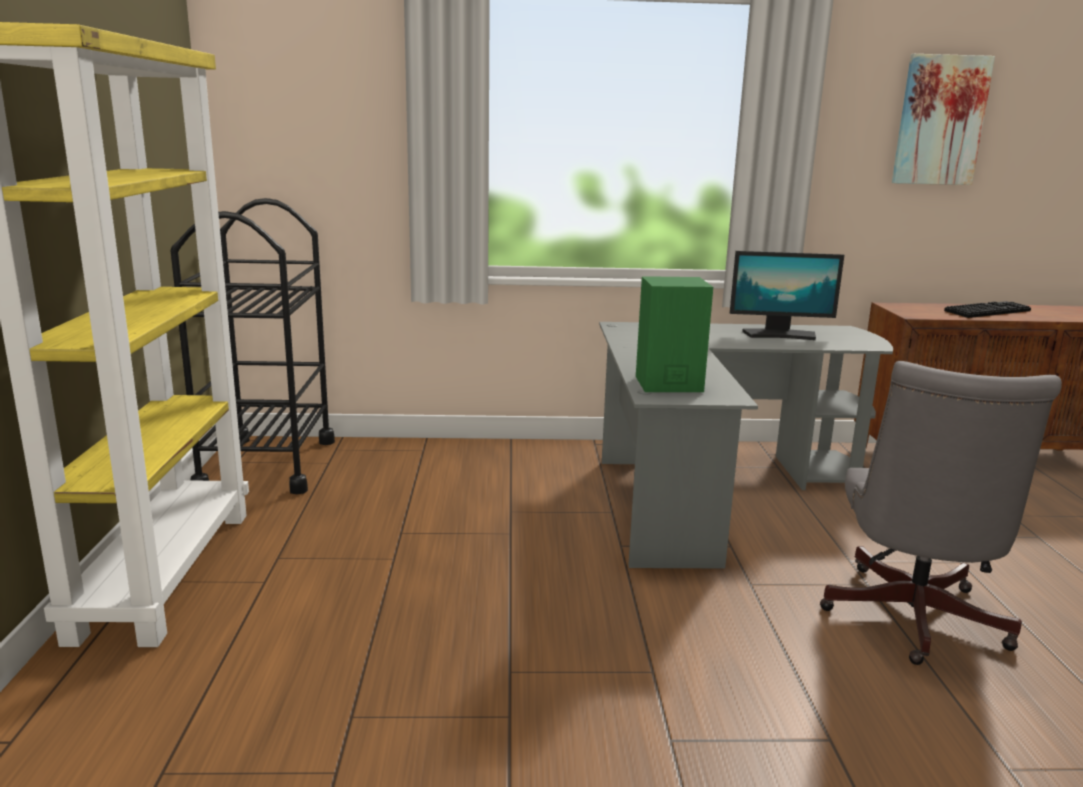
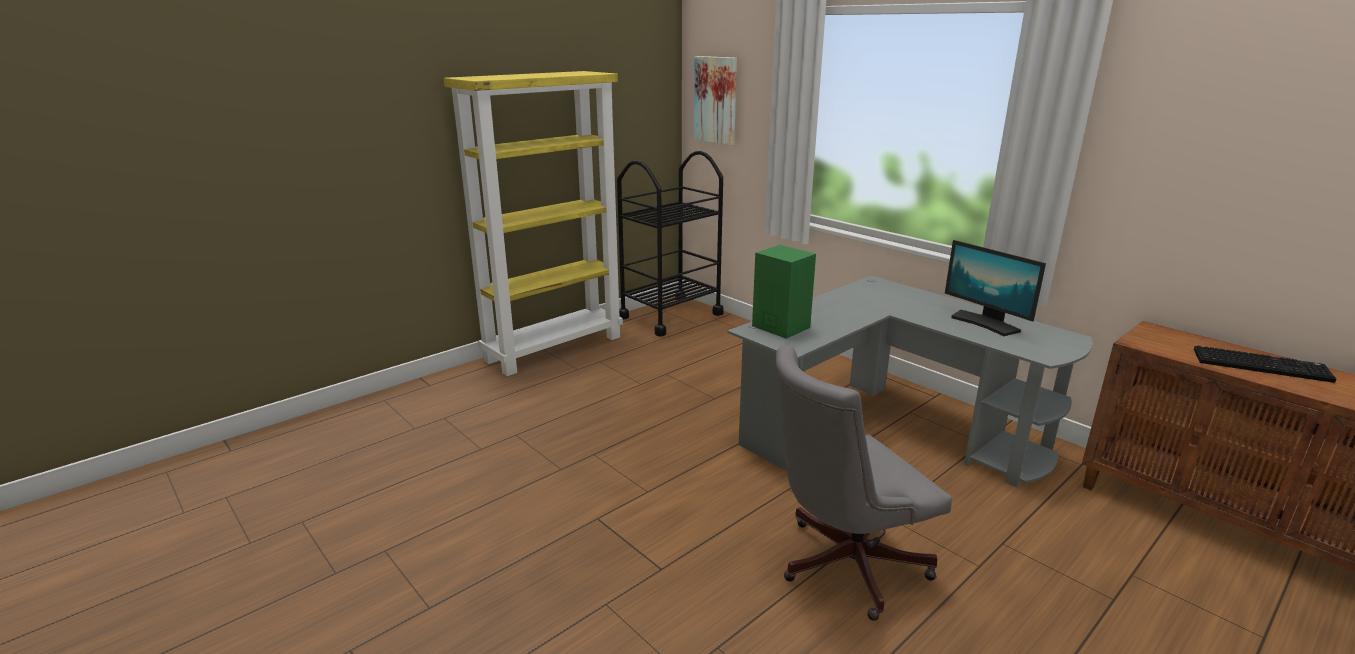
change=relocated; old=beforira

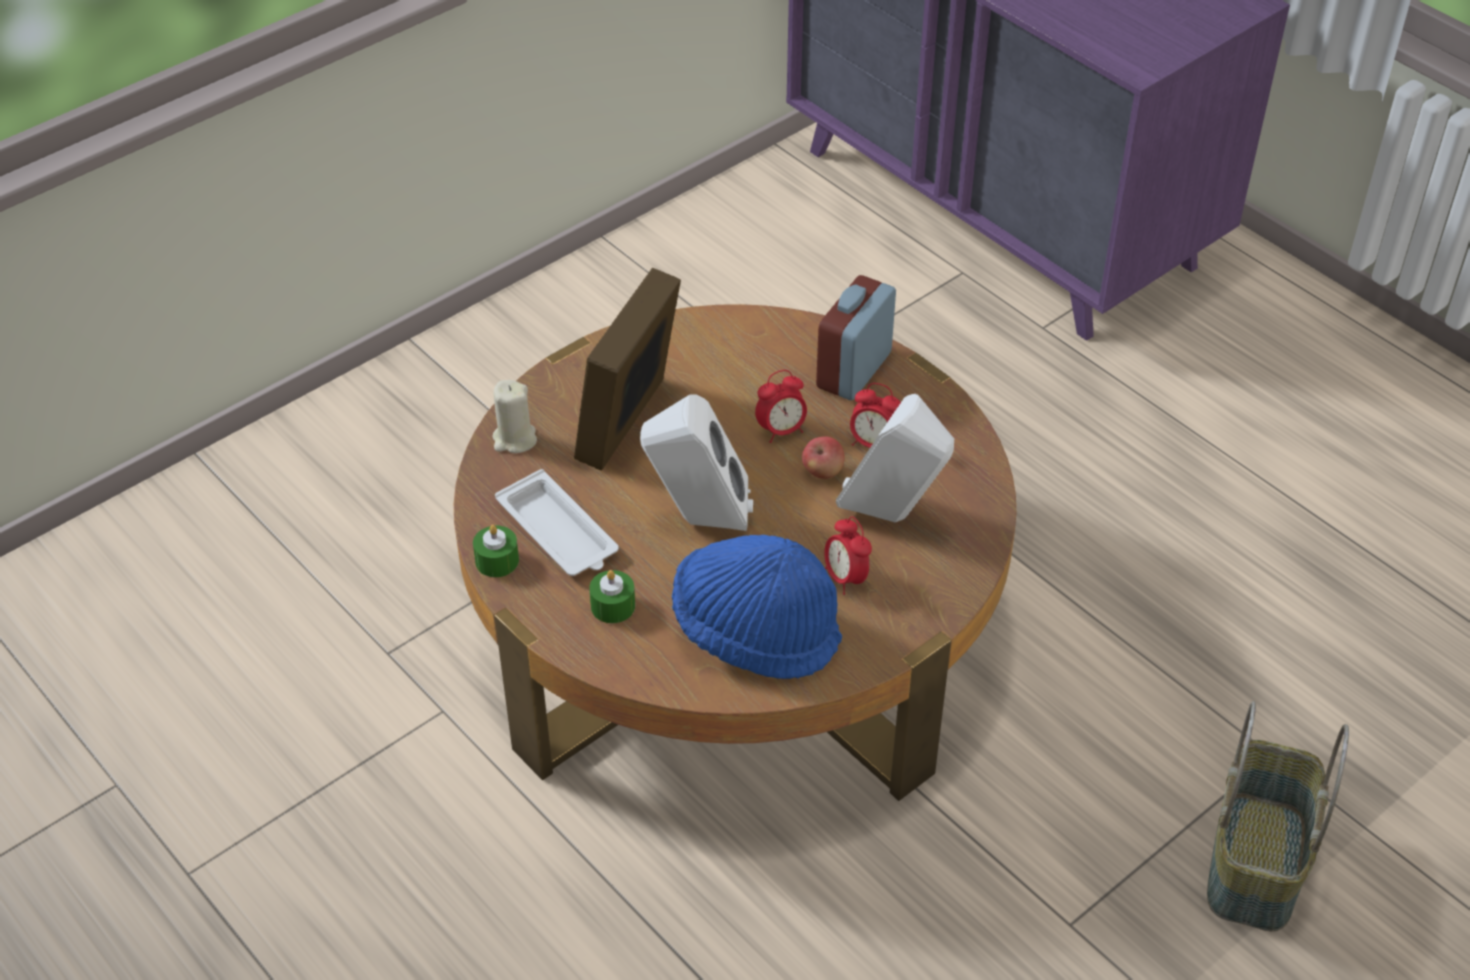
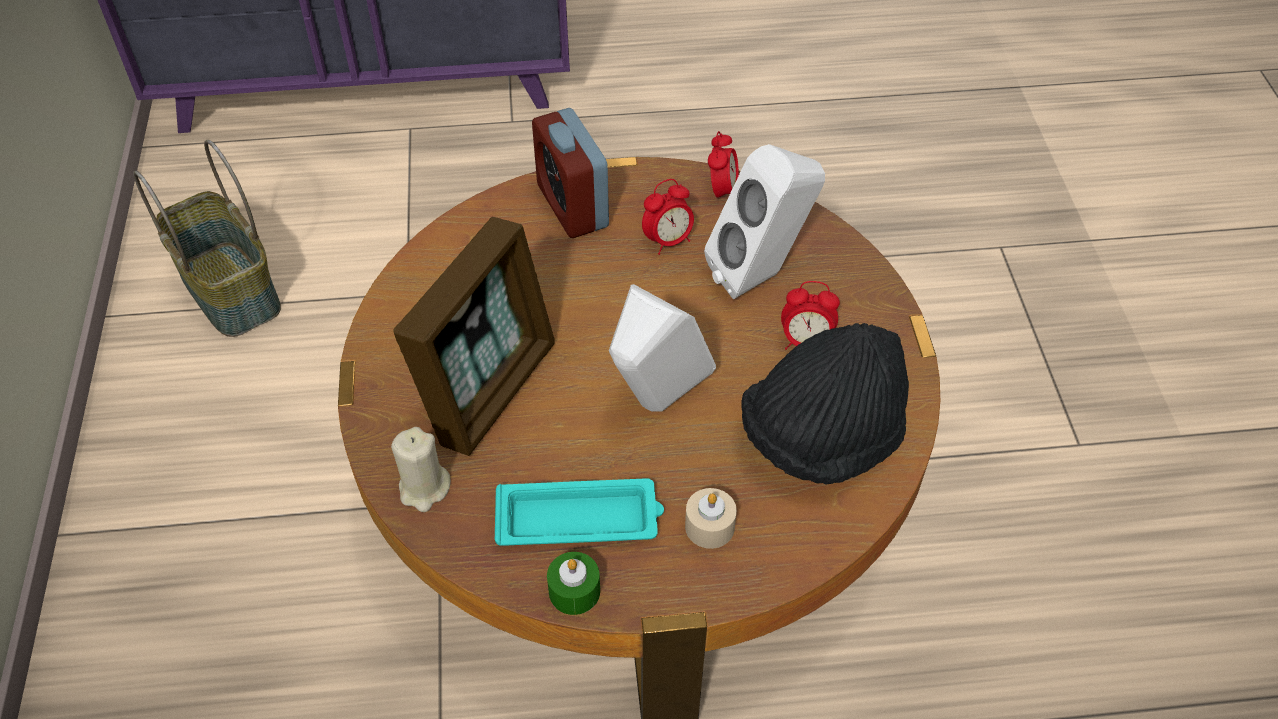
change=spun; old=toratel; degrees=-120
change=relocated; old=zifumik (no. 1 from left in the first image); new=zifumik (no. 3 from left)
change=missing; old=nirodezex
change=colour; old=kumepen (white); new=kumepen (turquoise)
change=colour; old=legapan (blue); new=legapan (black)
change=colour; old=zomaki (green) (no. 2 from left); new=zomaki (beige) (no. 2 from left)
change=relocated; old=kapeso

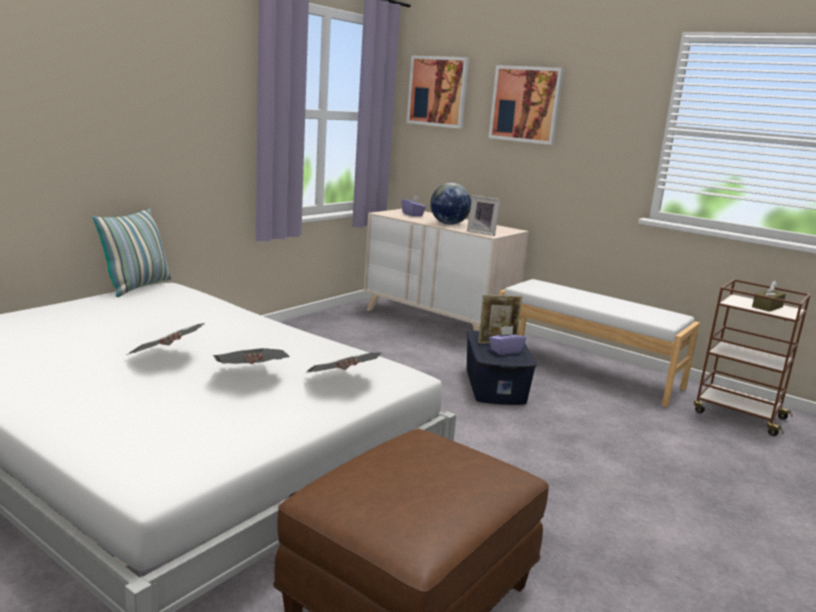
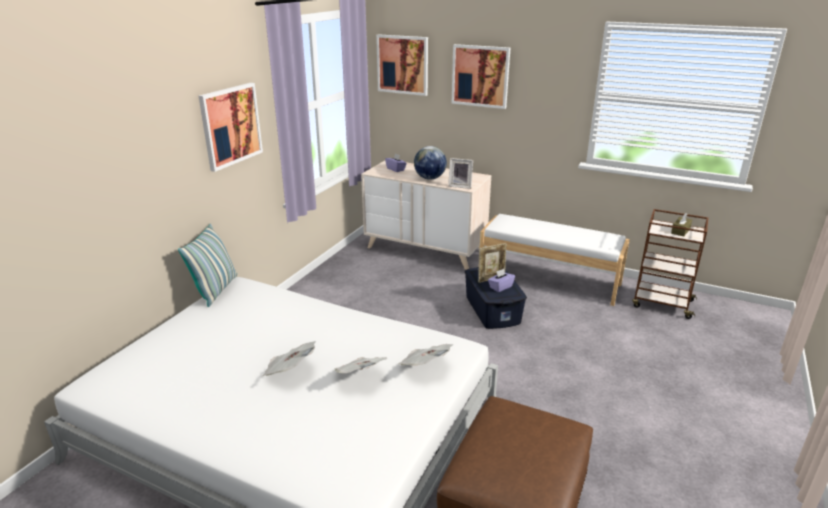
change=appeared; new=beforira (no. 1 from left)

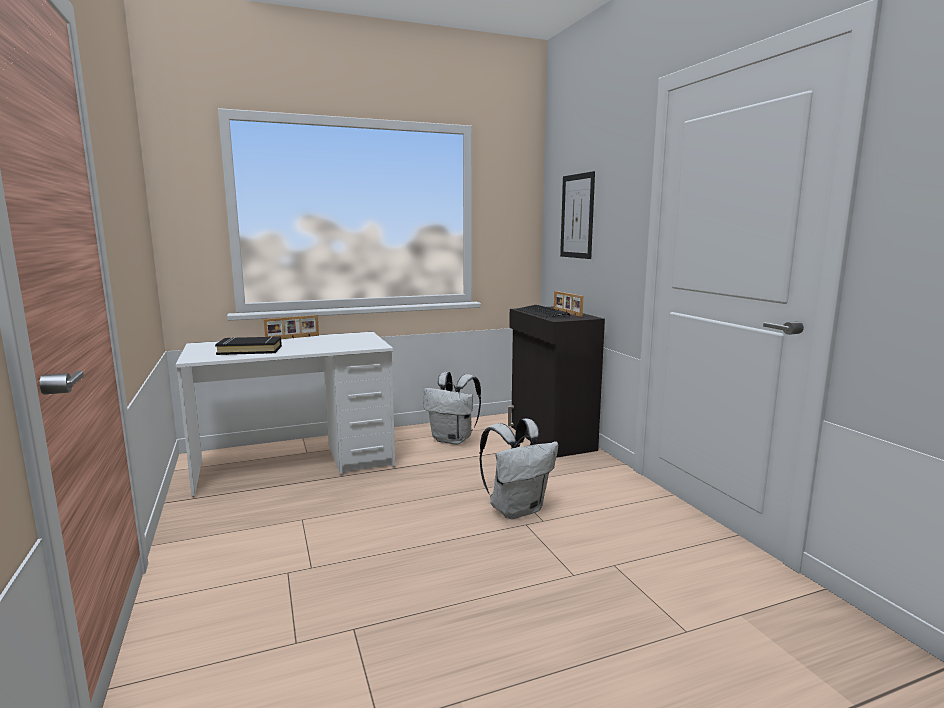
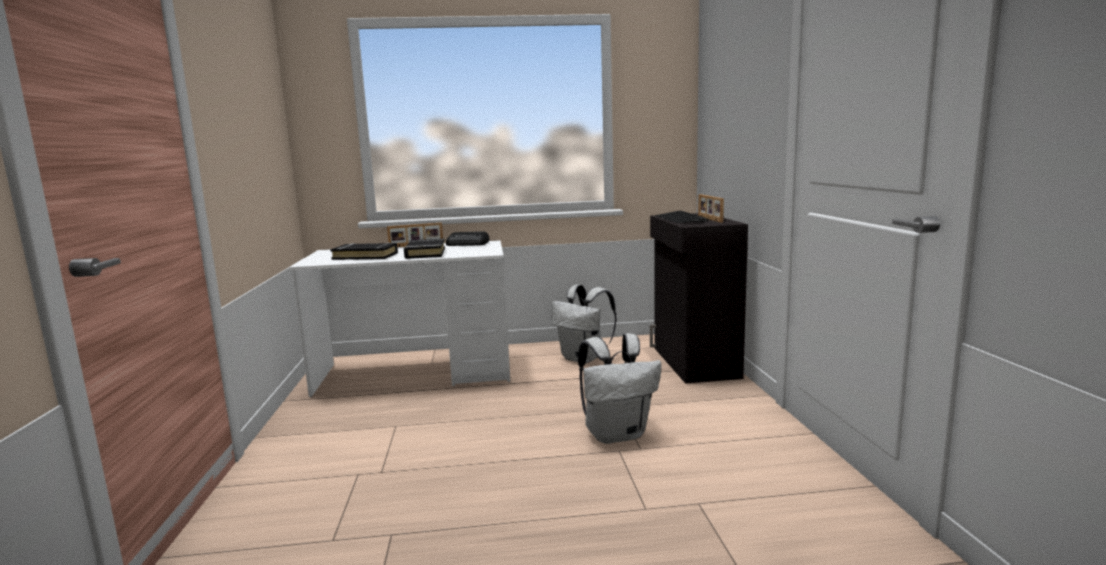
change=missing; old=beforira
change=appeared; new=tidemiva
change=appeared; new=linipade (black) (no. 2 from left)

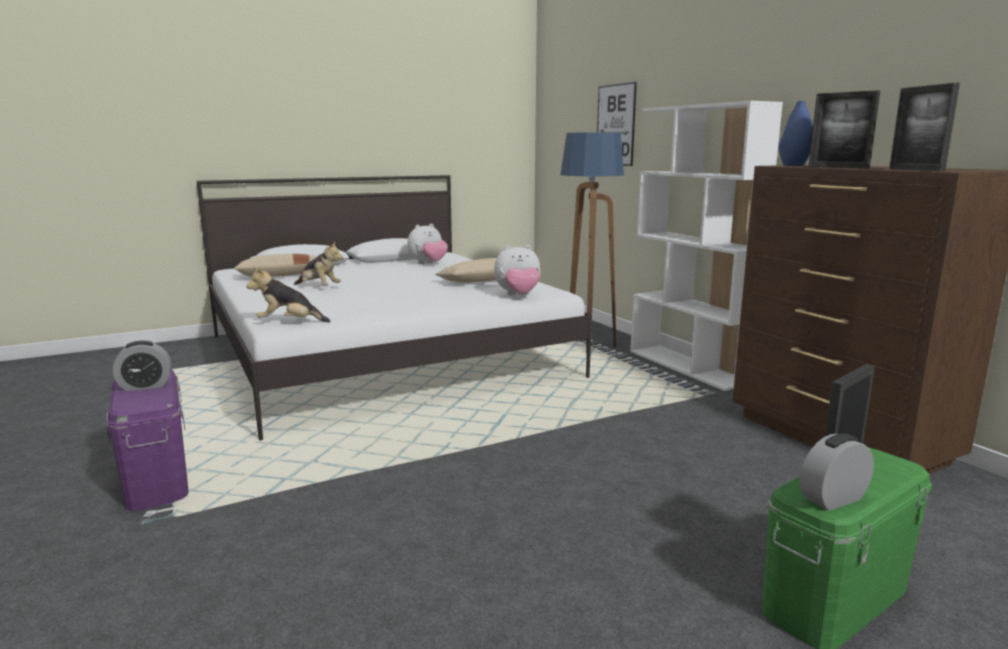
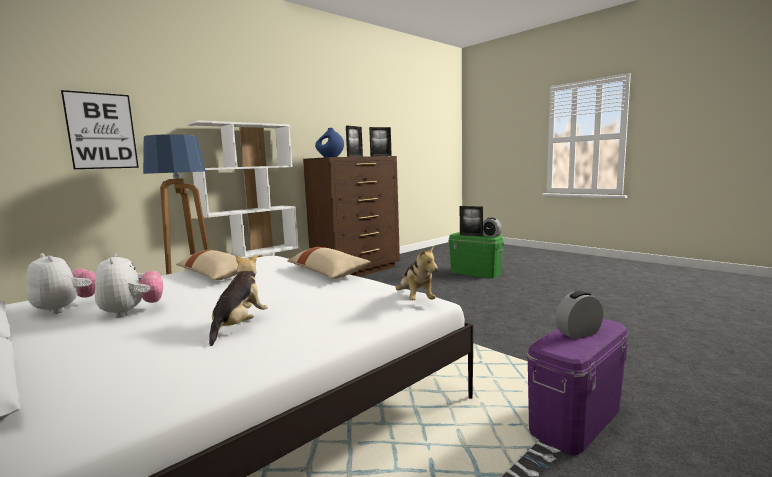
change=relocated; old=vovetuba (no. 4 from left in the first image); new=vovetuba (no. 2 from left)
change=relocated; old=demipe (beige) (no. 1 from left in the first image); new=demipe (beige) (no. 2 from left)
change=spun; old=zifumik (no. 1 from left in the first image); degrees=-75

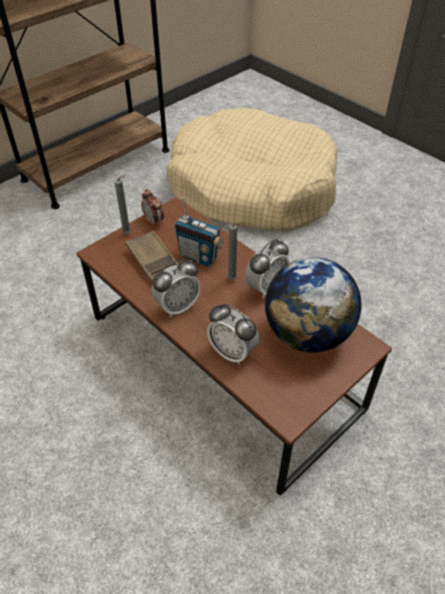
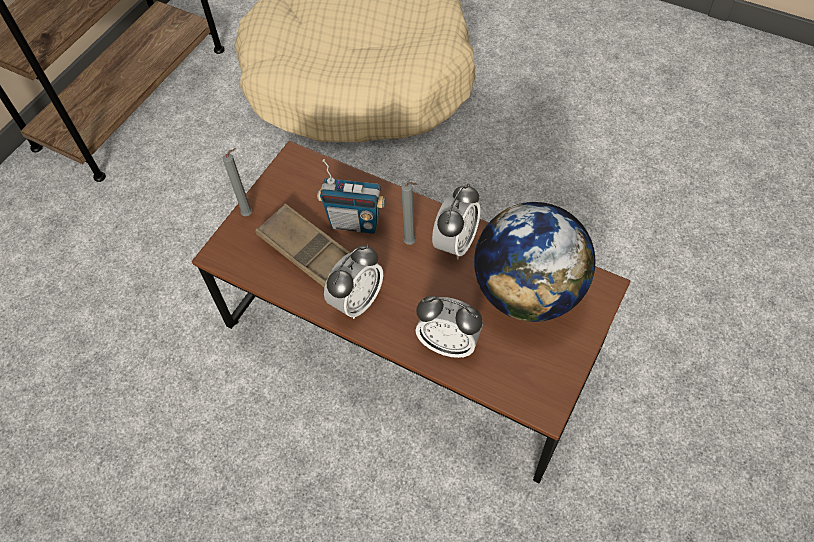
change=missing; old=zifumik (no. 1 from left)

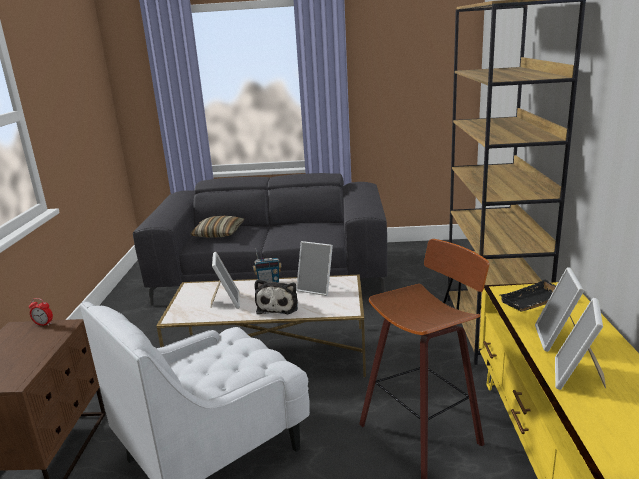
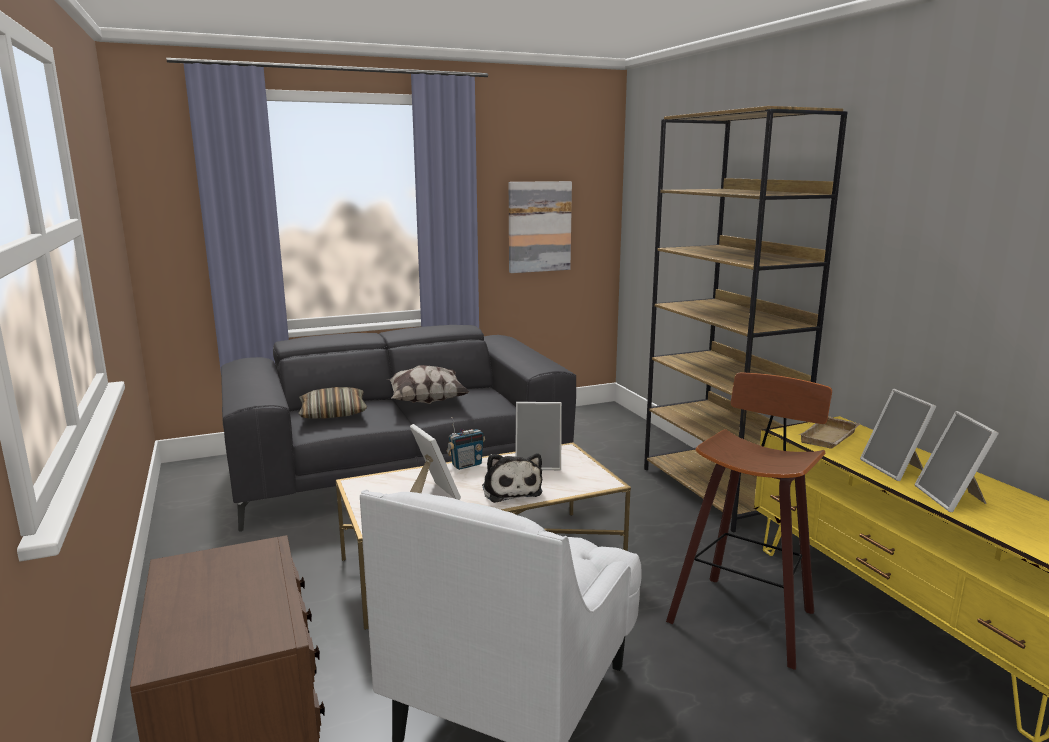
change=colour; old=kumepen (black); new=kumepen (beige)
change=missing; old=zifumik
change=appeared; new=beforira
change=appeared; new=demipe (no. 2 from left)

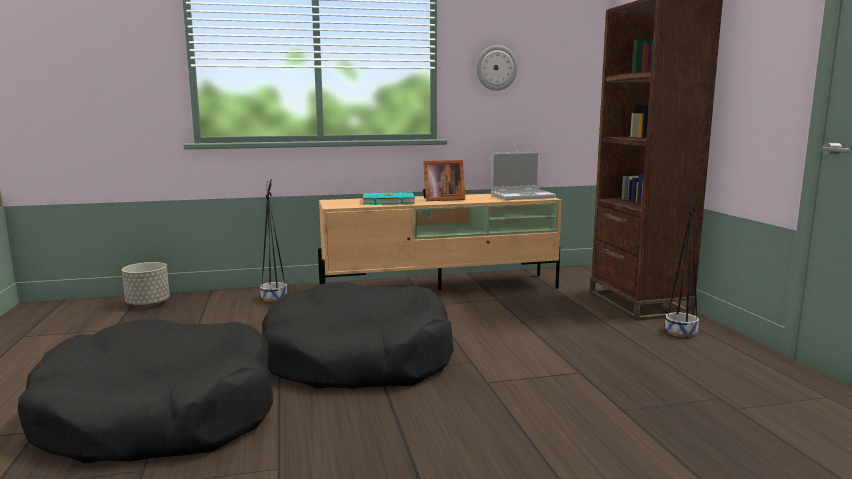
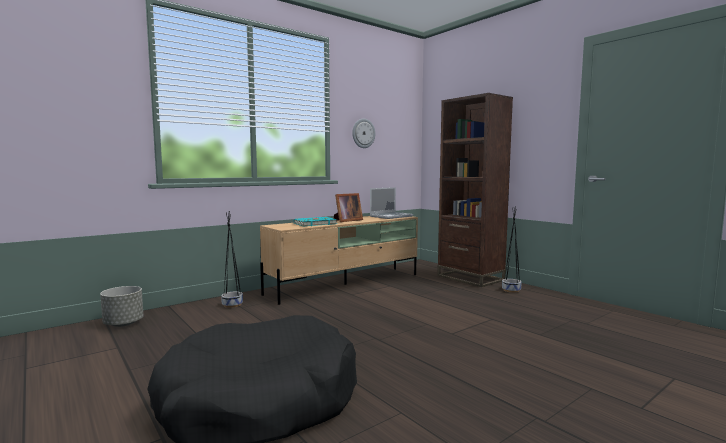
change=missing; old=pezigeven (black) (no. 2 from left)

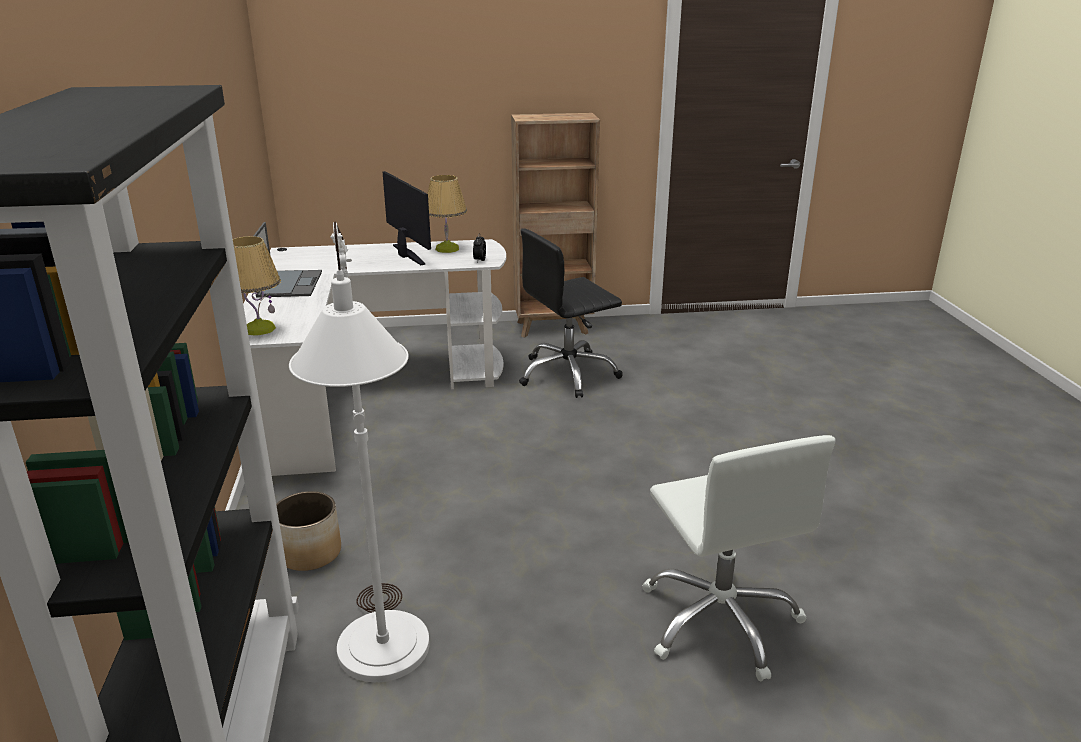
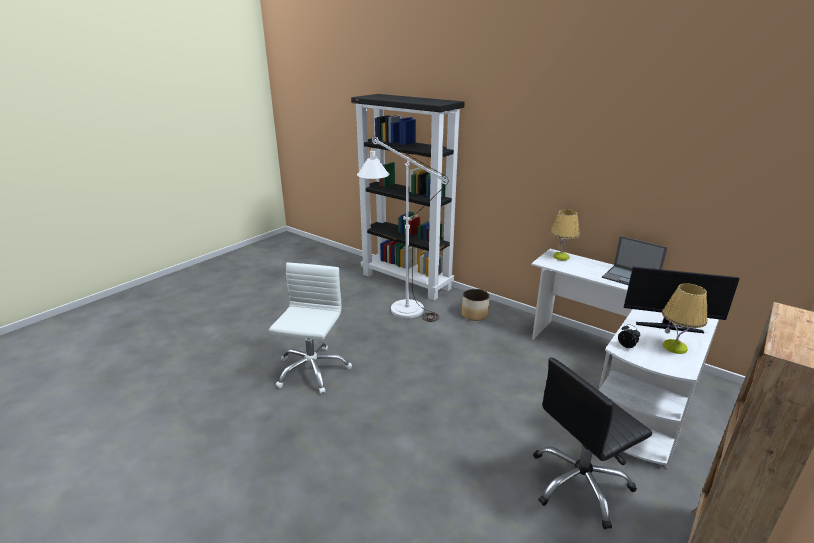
change=spun; old=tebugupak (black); degrees=-135
change=spun; old=tebugupak (white); degrees=75

